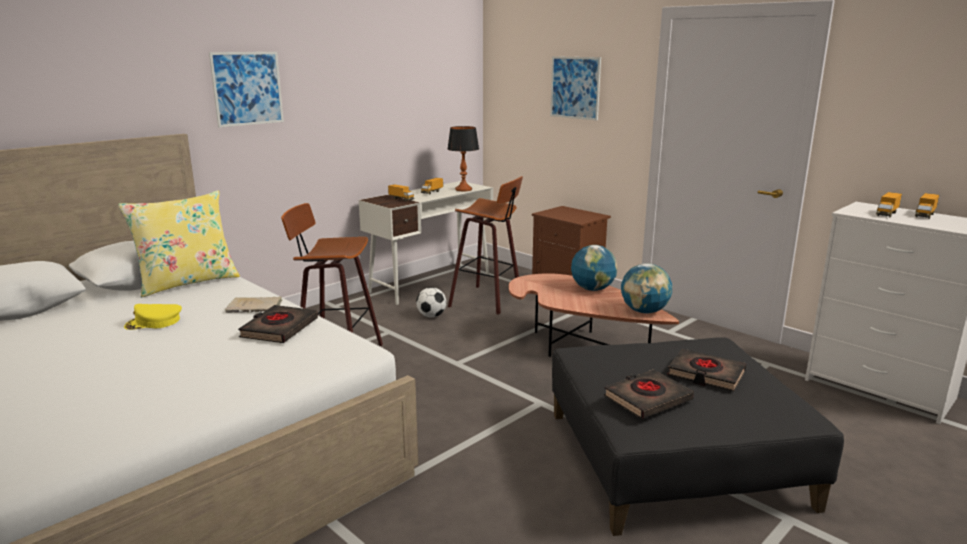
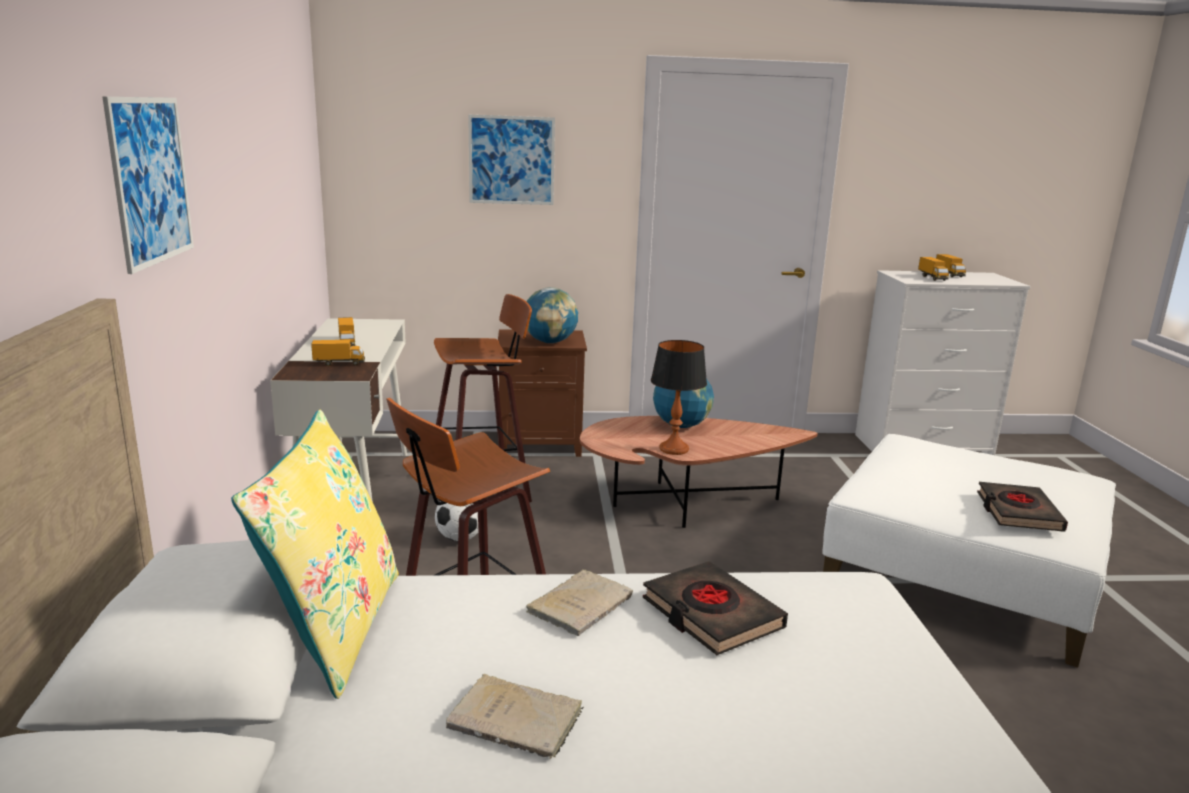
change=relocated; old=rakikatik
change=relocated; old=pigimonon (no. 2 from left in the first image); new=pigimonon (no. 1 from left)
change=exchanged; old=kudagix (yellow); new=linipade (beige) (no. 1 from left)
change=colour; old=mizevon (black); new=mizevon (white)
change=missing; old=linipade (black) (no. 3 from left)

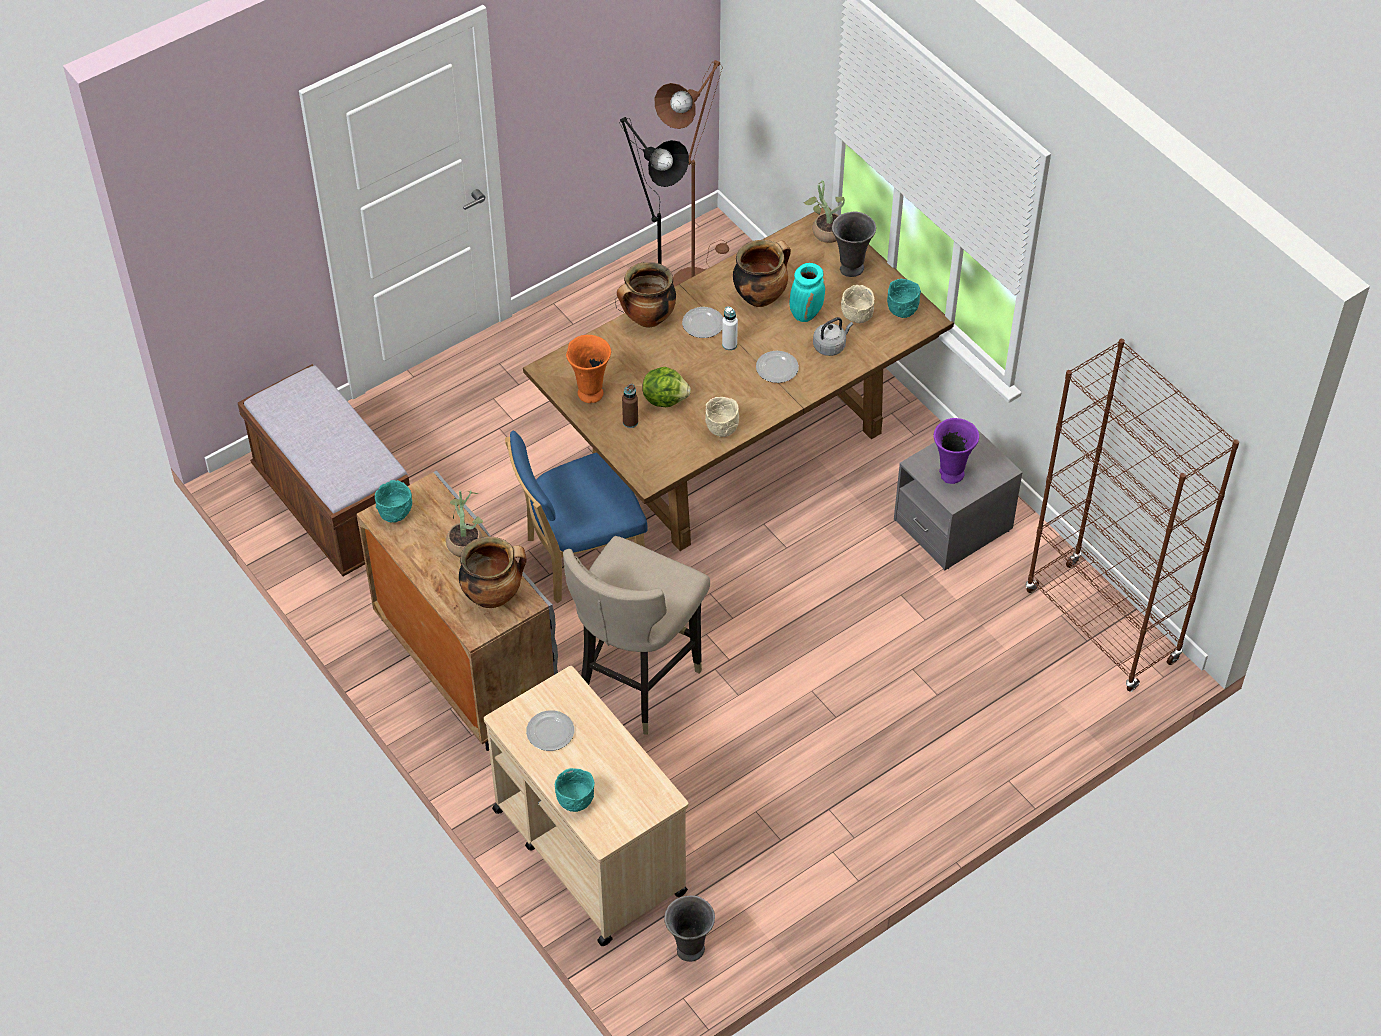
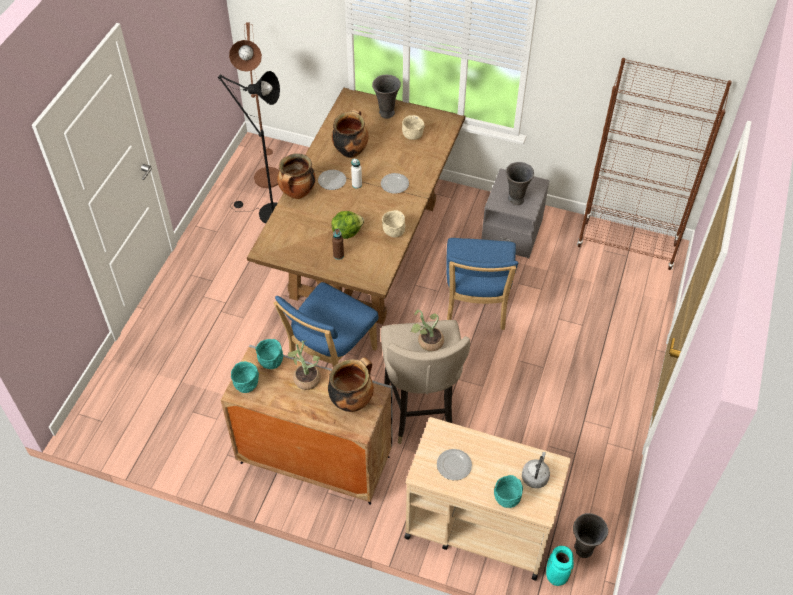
change=relocated; old=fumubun (no. 2 from left)
change=relocated; old=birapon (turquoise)
change=relocated; old=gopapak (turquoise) (no. 3 from left in the first image); new=gopapak (turquoise) (no. 2 from left)
change=relocated; old=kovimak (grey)
change=missing; old=birapon (orange)
change=missing; old=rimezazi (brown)
change=colour; old=birapon (purple); new=birapon (grey) (no. 2 from left)
change=appeared; new=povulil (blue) (no. 2 from left)

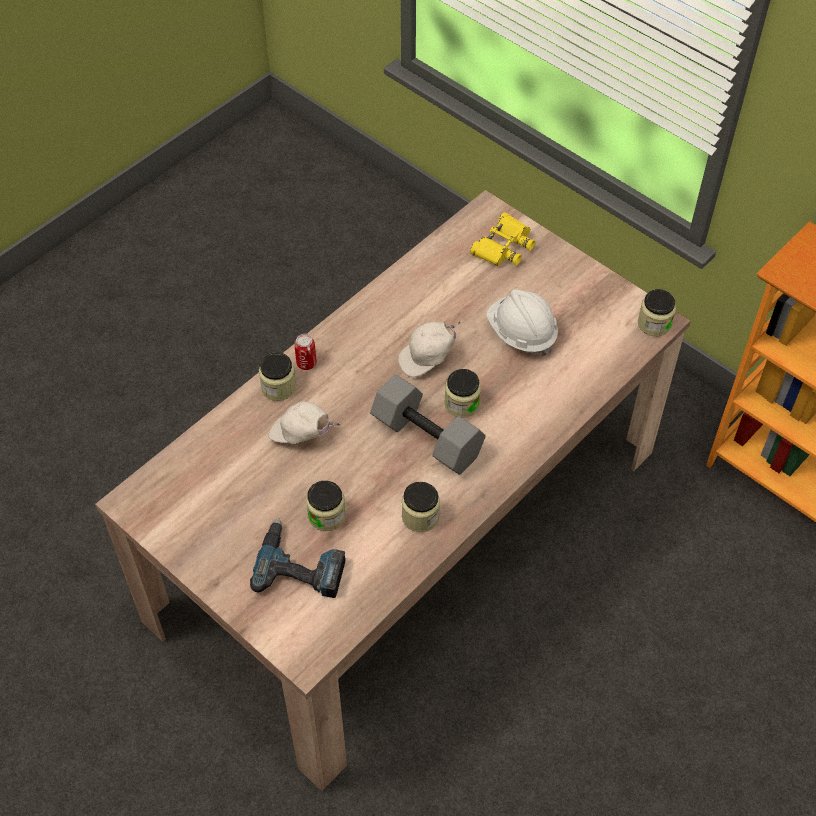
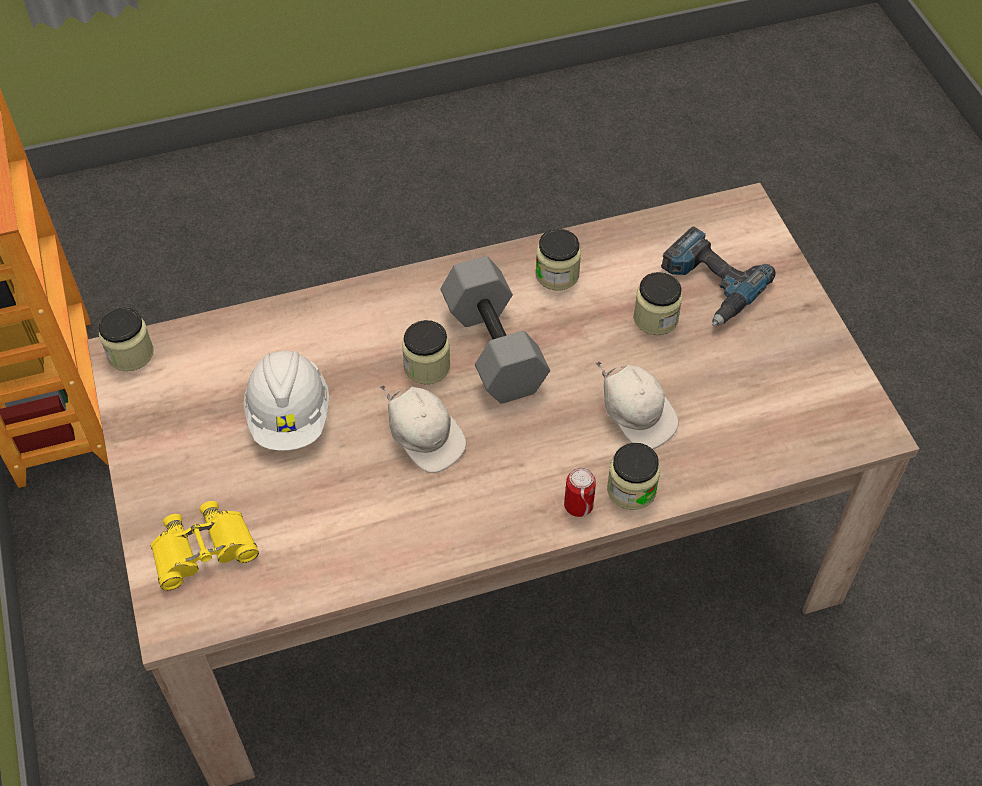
change=spun; old=kudagix (white) (no. 2 from left in the first image); degrees=45

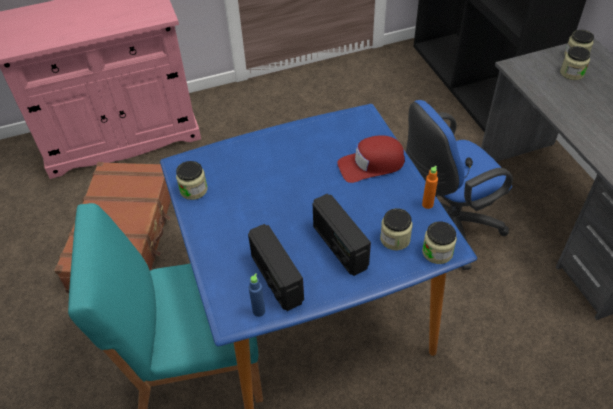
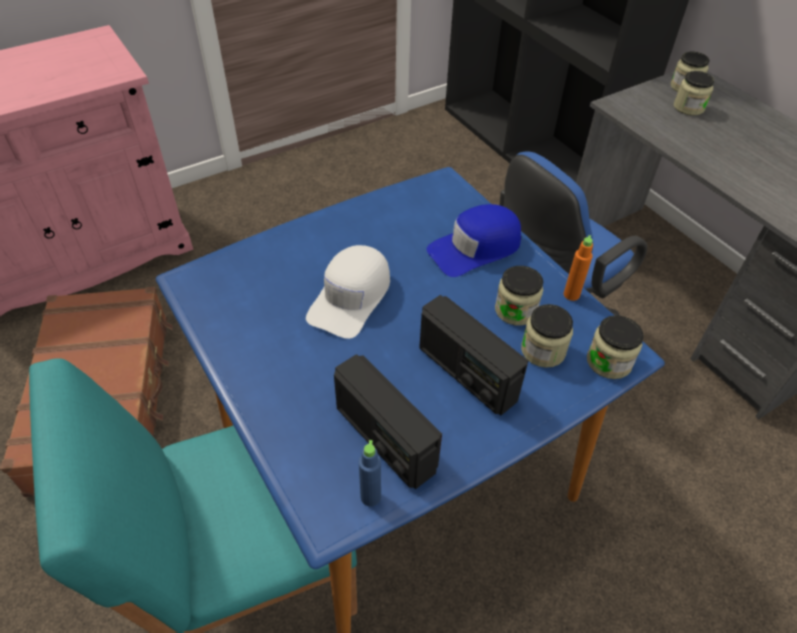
change=colour; old=kudagix (red); new=kudagix (blue)
change=relocated; old=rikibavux (no. 1 from left)
change=appeared; new=kudagix (white)

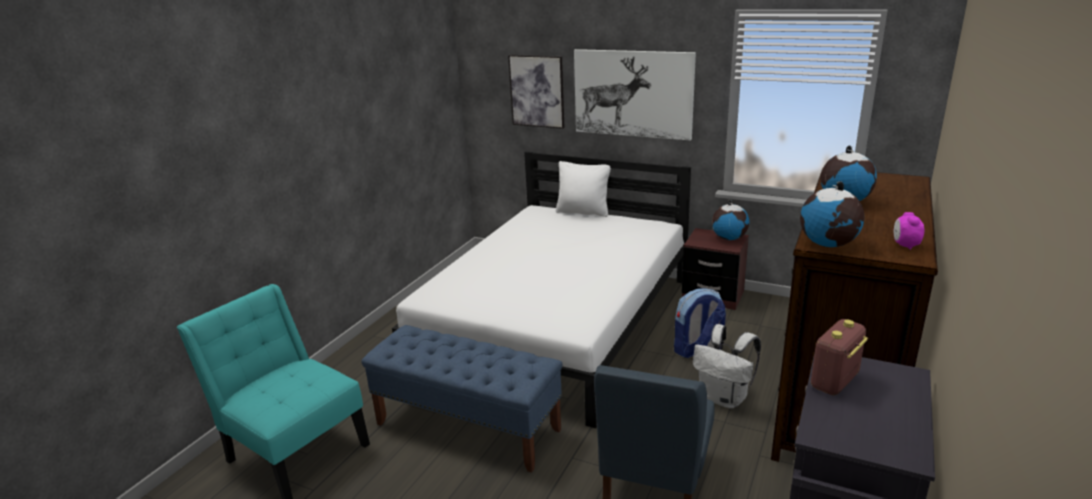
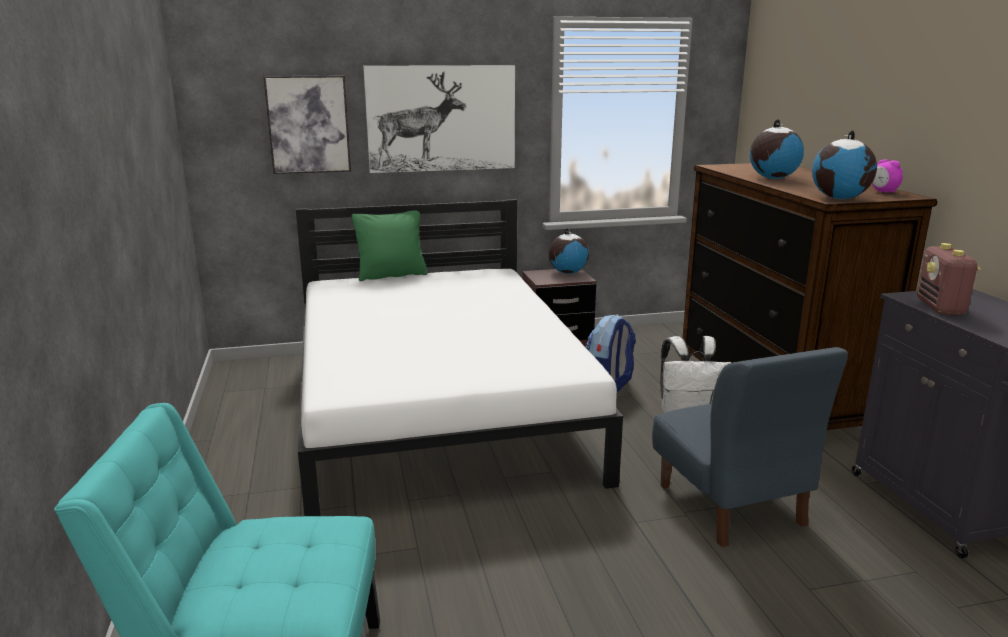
change=colour; old=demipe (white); new=demipe (green)
change=missing; old=rimezazi (blue)

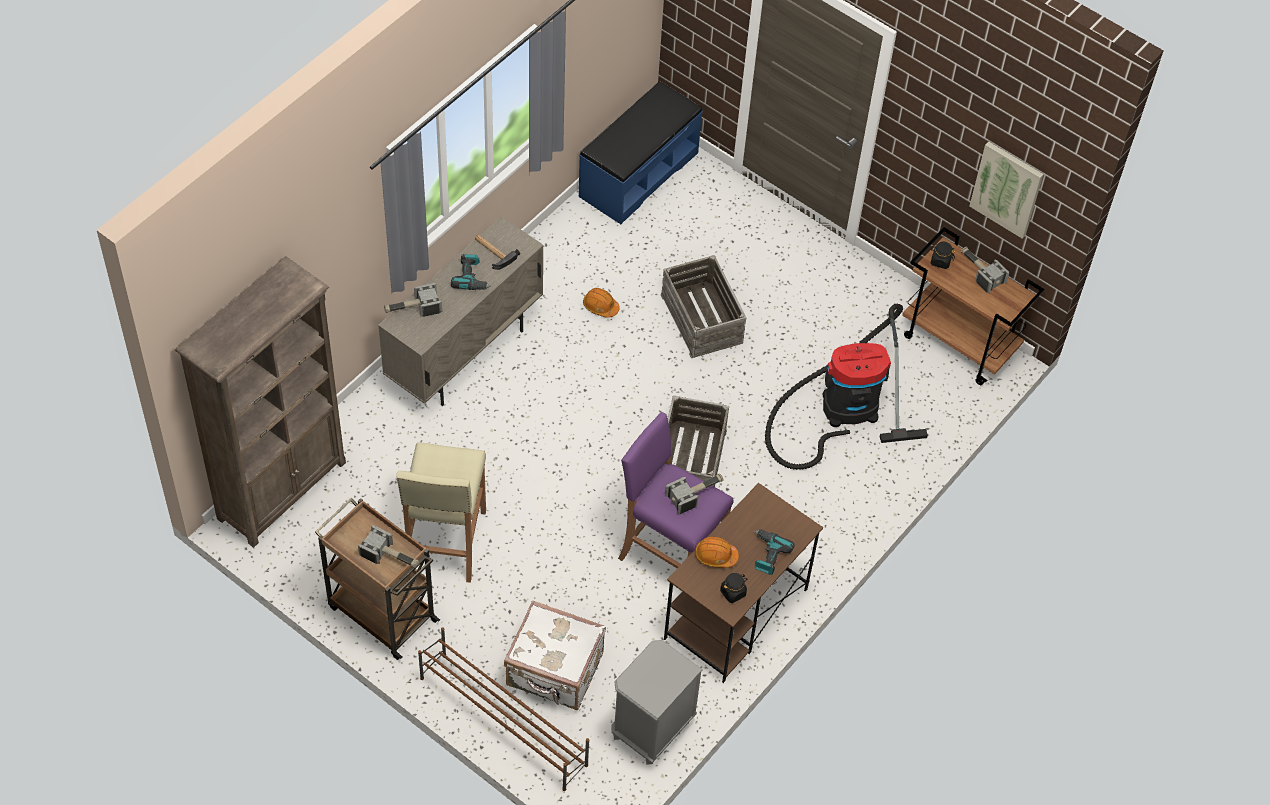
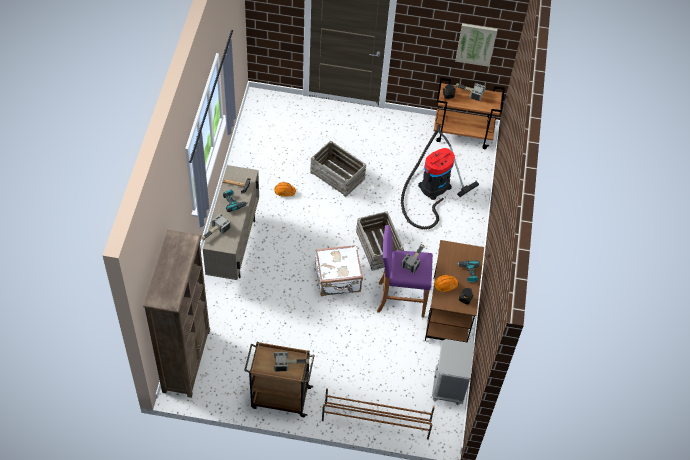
change=missing; old=rimezazi (blue)
change=missing; old=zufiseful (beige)
change=relocated; old=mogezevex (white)

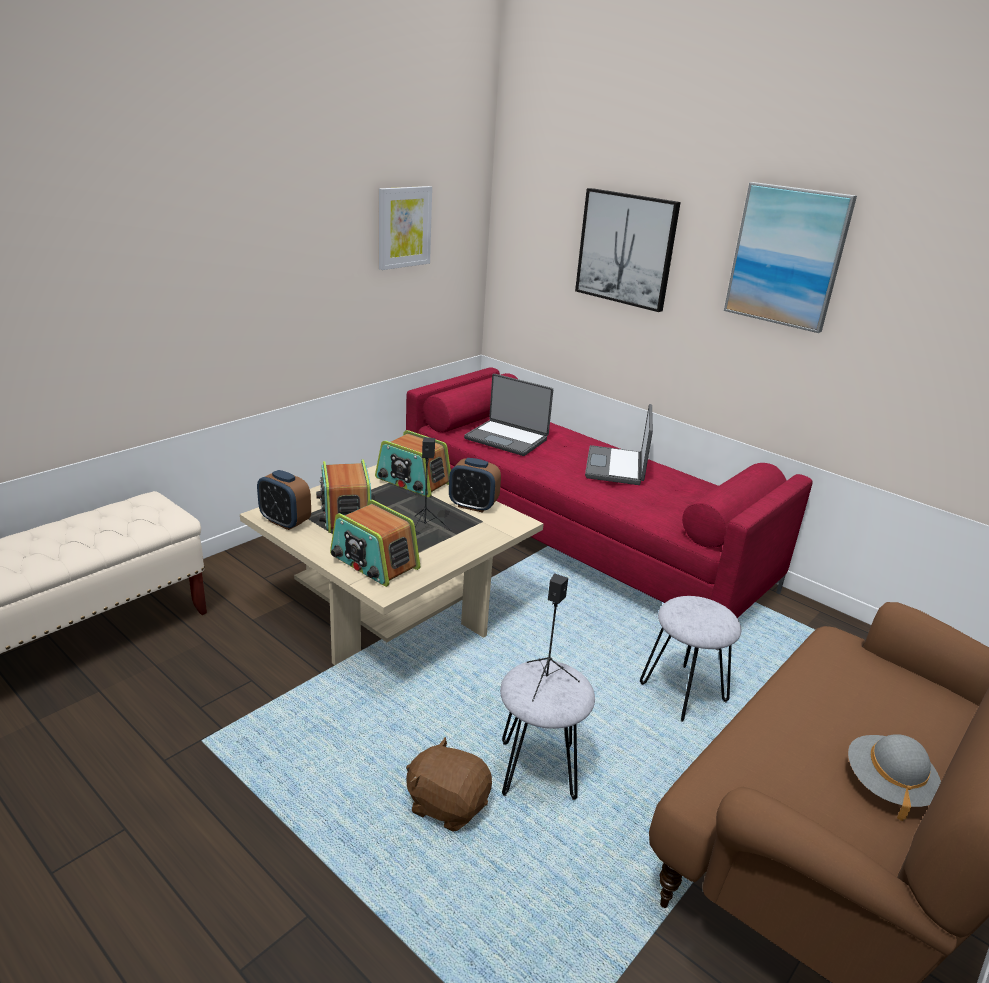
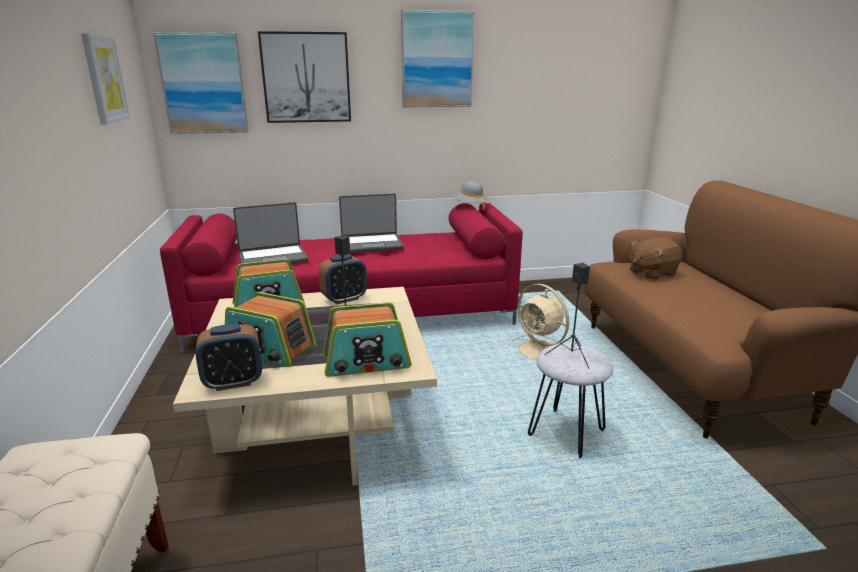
change=spun; old=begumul (no. 2 from left); degrees=-60
change=exchanged; old=zufiseful (grey) (no. 2 from left); new=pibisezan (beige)
change=relocated; old=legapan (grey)
change=relocated; old=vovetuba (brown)
change=appeared; new=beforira (no. 2 from left)

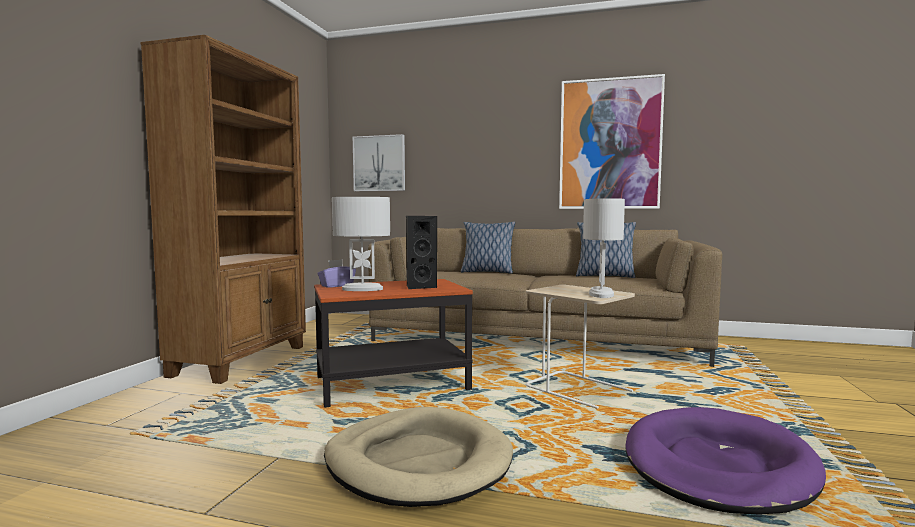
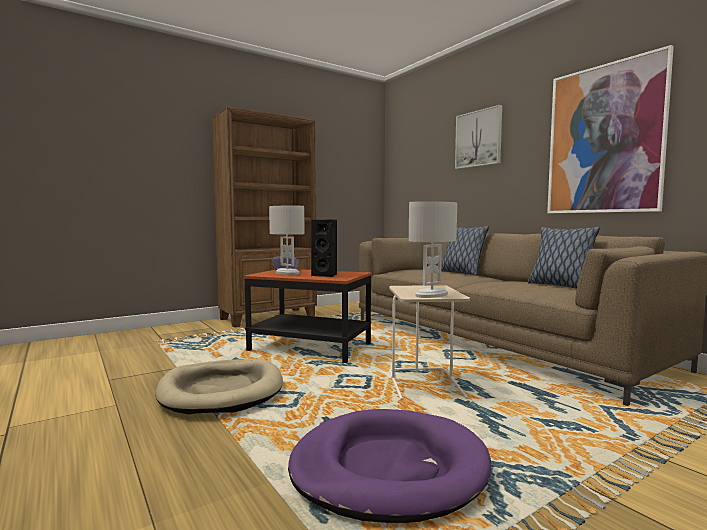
change=relocated; old=beforira (no. 1 from left)

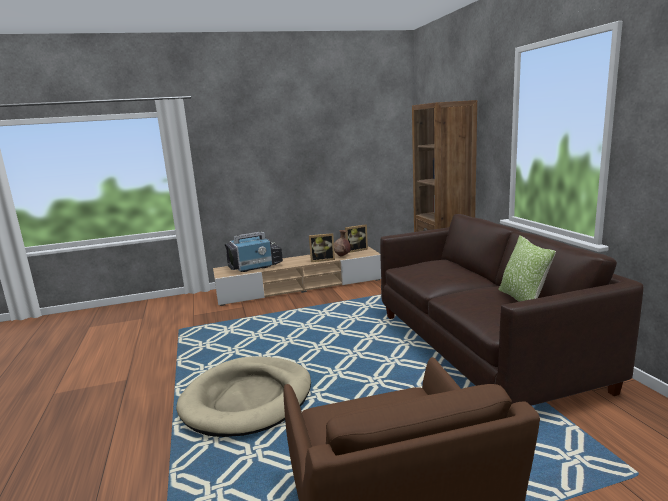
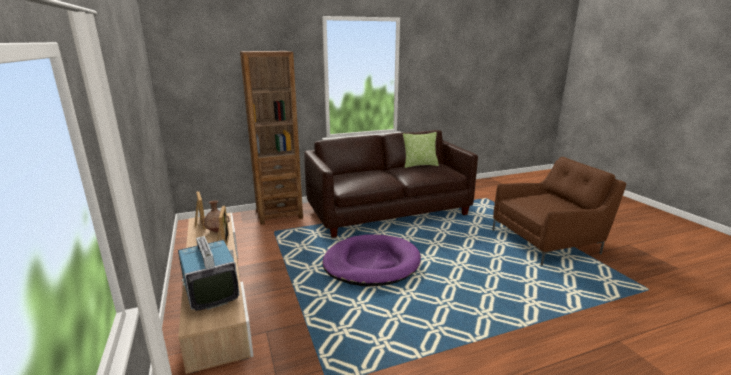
change=missing; old=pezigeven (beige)
change=appeared; new=pezigeven (purple)

